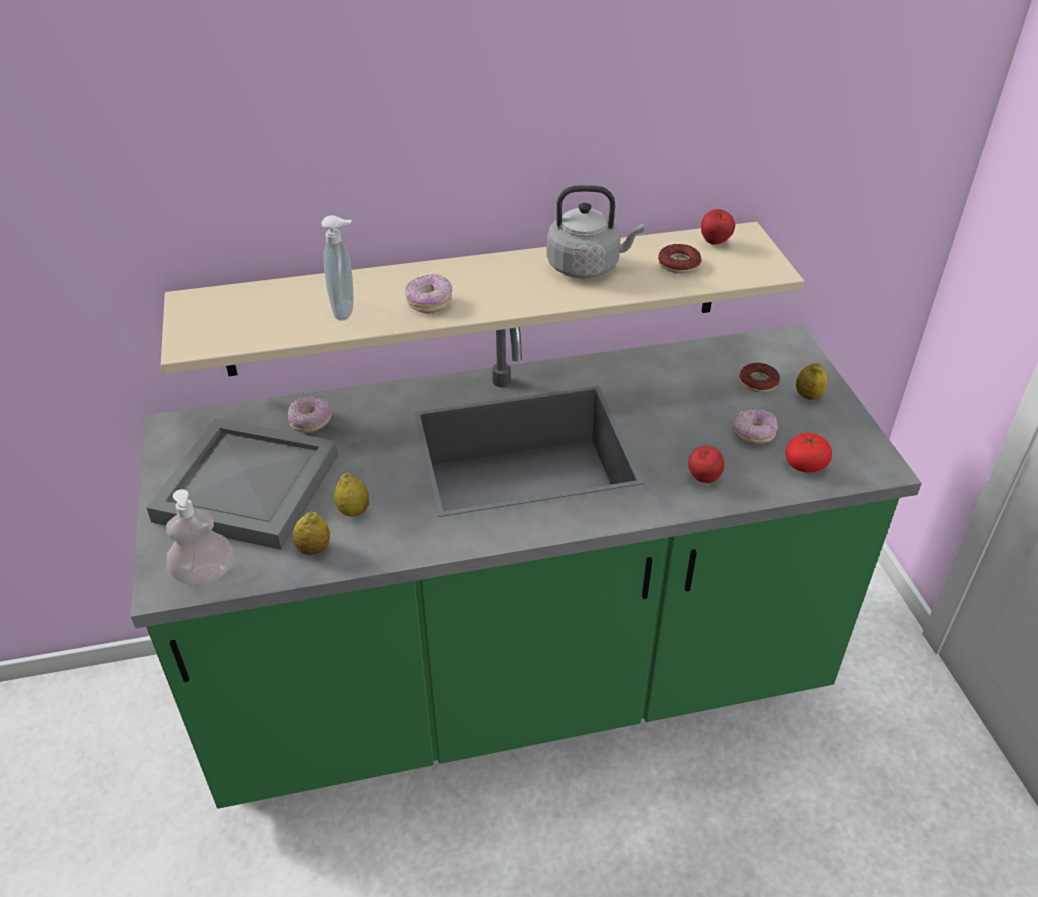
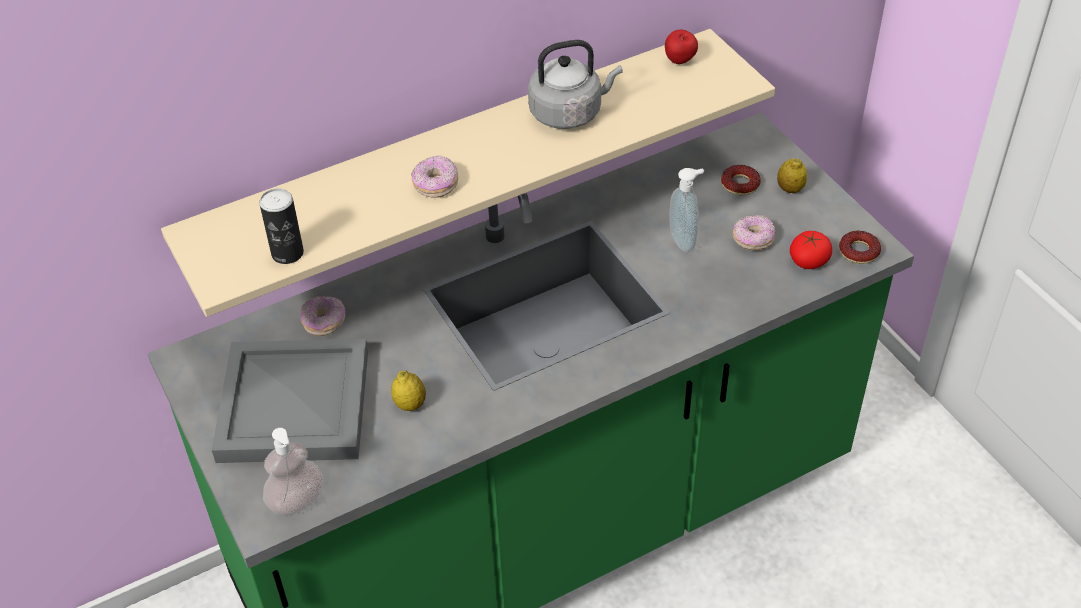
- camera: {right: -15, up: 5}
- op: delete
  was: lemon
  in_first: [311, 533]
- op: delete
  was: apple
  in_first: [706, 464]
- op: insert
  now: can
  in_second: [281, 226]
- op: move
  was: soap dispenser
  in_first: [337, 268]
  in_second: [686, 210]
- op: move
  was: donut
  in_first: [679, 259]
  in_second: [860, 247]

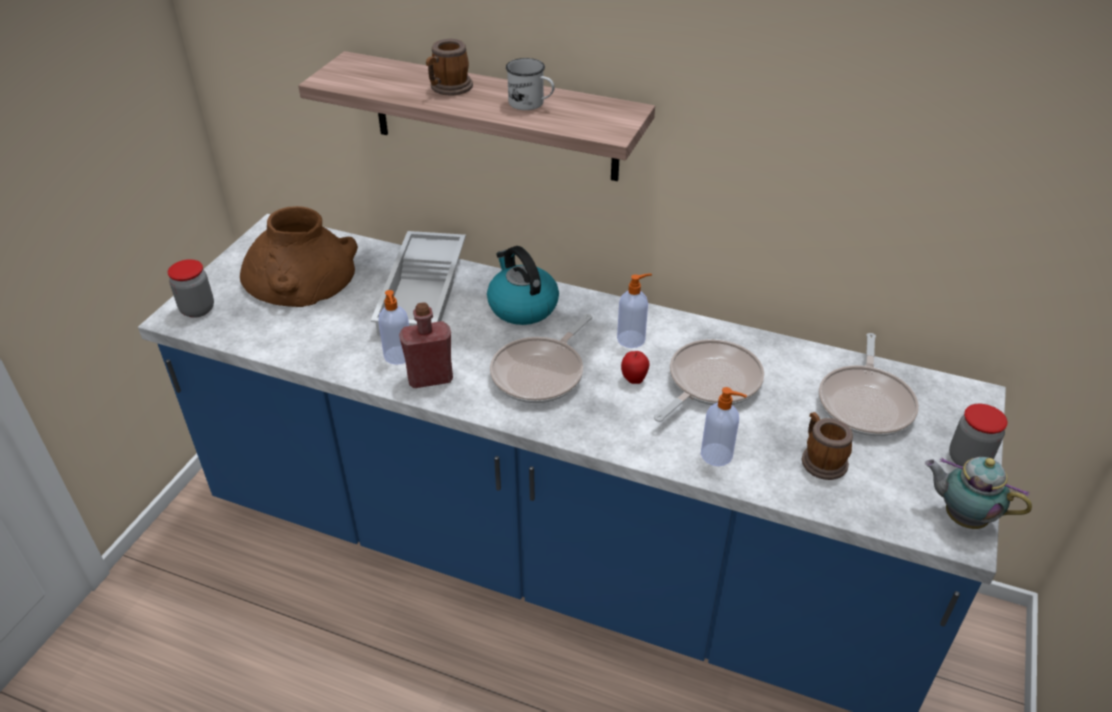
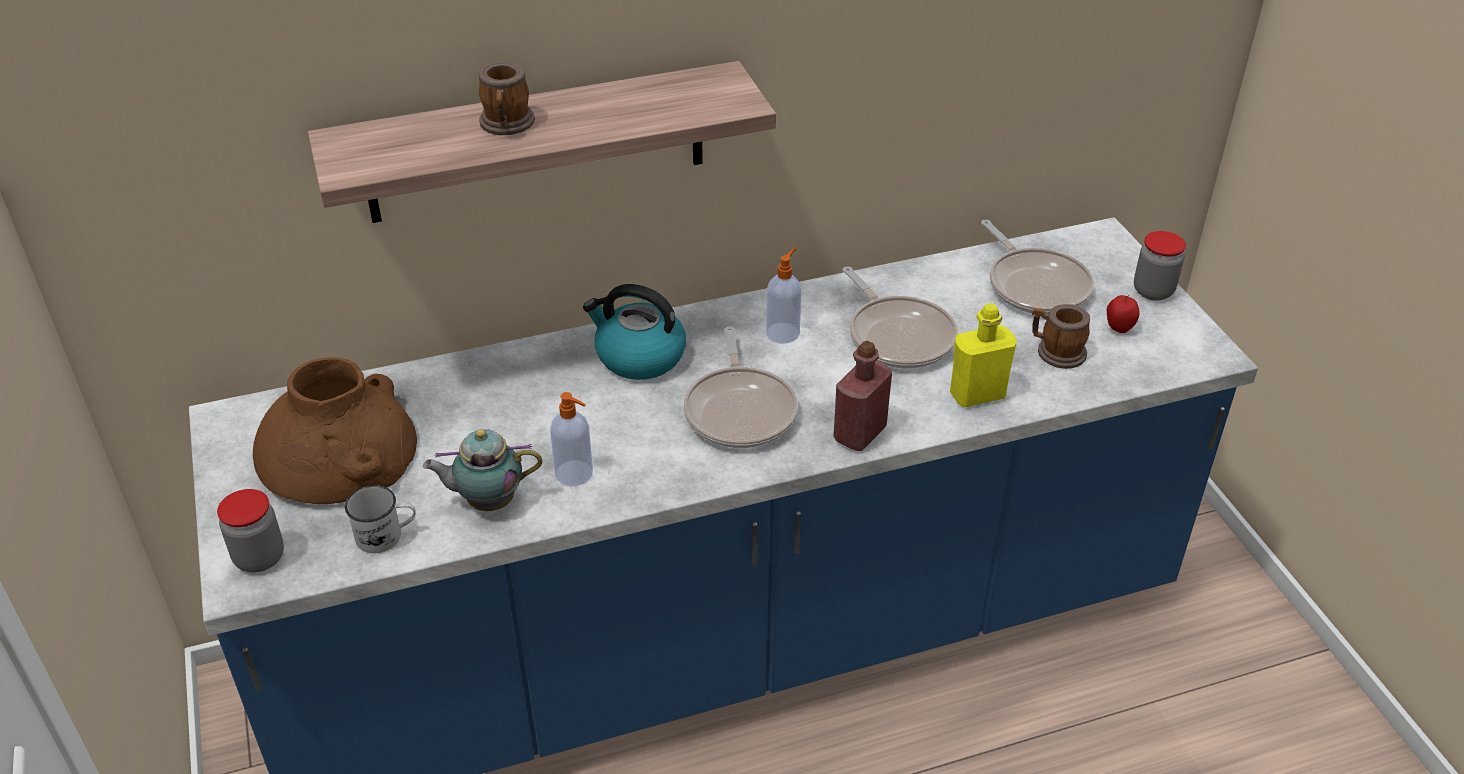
- camera: {right: -40, up: 0}
- op: delete
  was: tray (white)
  in_first: [418, 283]
- op: move
  was: bottle (red)
  in_first: [426, 345]
  in_second: [862, 396]
- op: move
  was: mug (white)
  in_first: [530, 84]
  in_second: [380, 519]
- op: move
  was: apple
  in_first: [635, 367]
  in_second: [1123, 314]
- op: move
  was: teapot
  in_first: [978, 493]
  in_second: [482, 470]
- op: replace
  was: soap dispenser
  now: bottle (yellow)
  in_first: [724, 426]
  in_second: [983, 355]
- op: rotate
  was: frying pan
  in_first: [709, 380]
  in_second: [900, 318]
  clockwise: 150

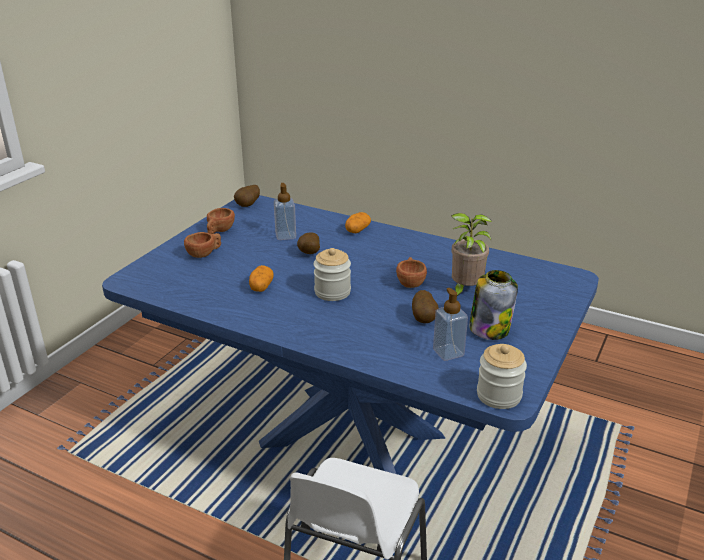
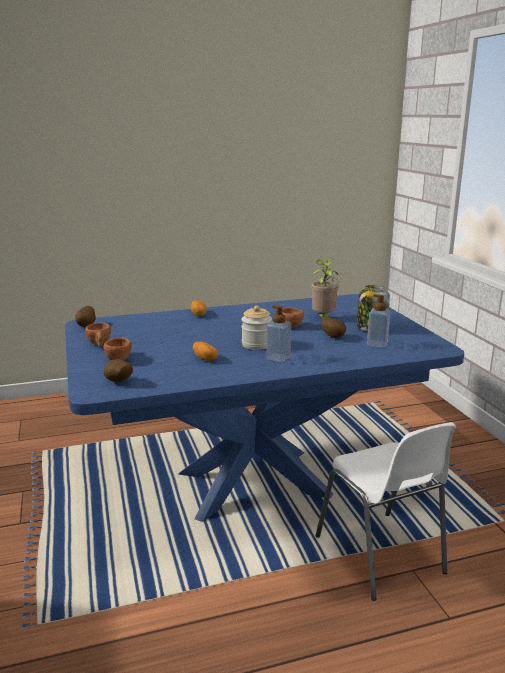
- camera: {right: -45, up: -10}
- op: delete
  was: jar
  in_first: [502, 376]
- op: move
  was: soap dispenser
  in_first: [285, 211]
  in_second: [278, 334]
- op: move
  was: potato
  in_first: [308, 243]
  in_second: [118, 370]

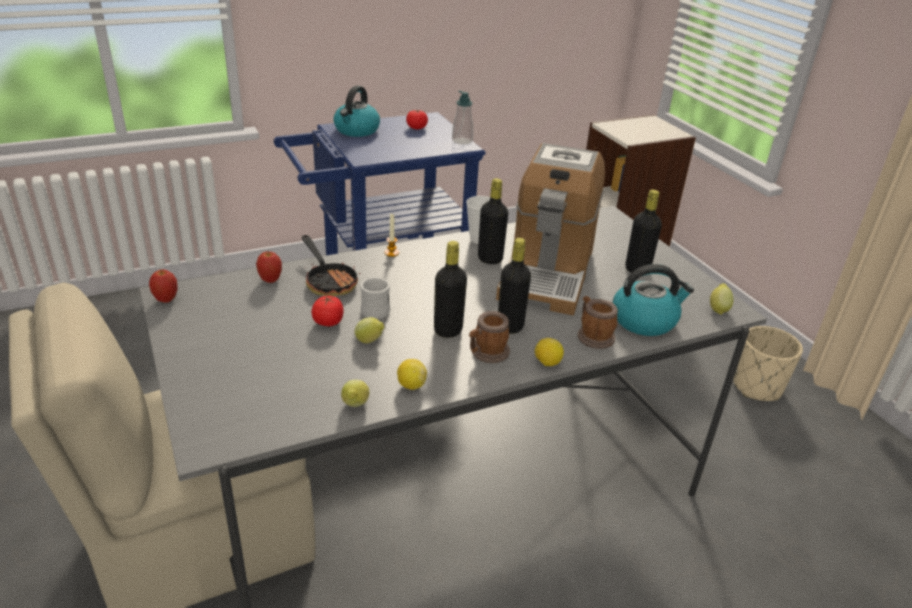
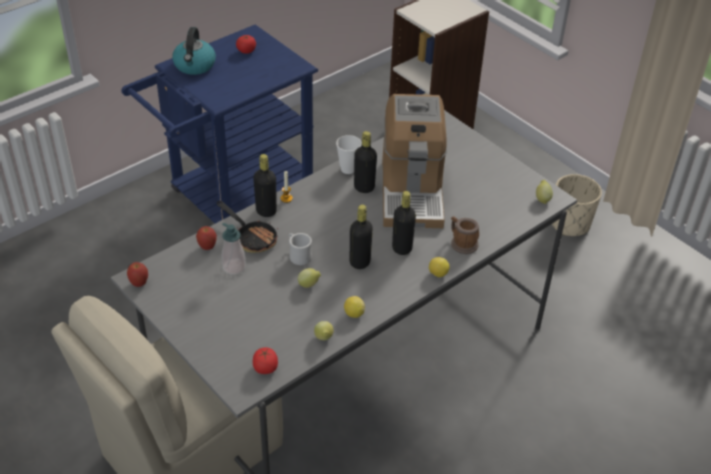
- camera: {right: -15, up: 10}
- op: delete
  was: mug
  in_first: [489, 337]
- op: delete
  was: kettle
  in_first: [653, 300]
- op: move
  was: tomato
  in_first: [327, 311]
  in_second: [265, 360]
- op: move
  was: soap dispenser
  in_first: [462, 117]
  in_second: [234, 249]
- op: move
  was: bottle (black)
  in_first: [643, 231]
  in_second: [265, 185]

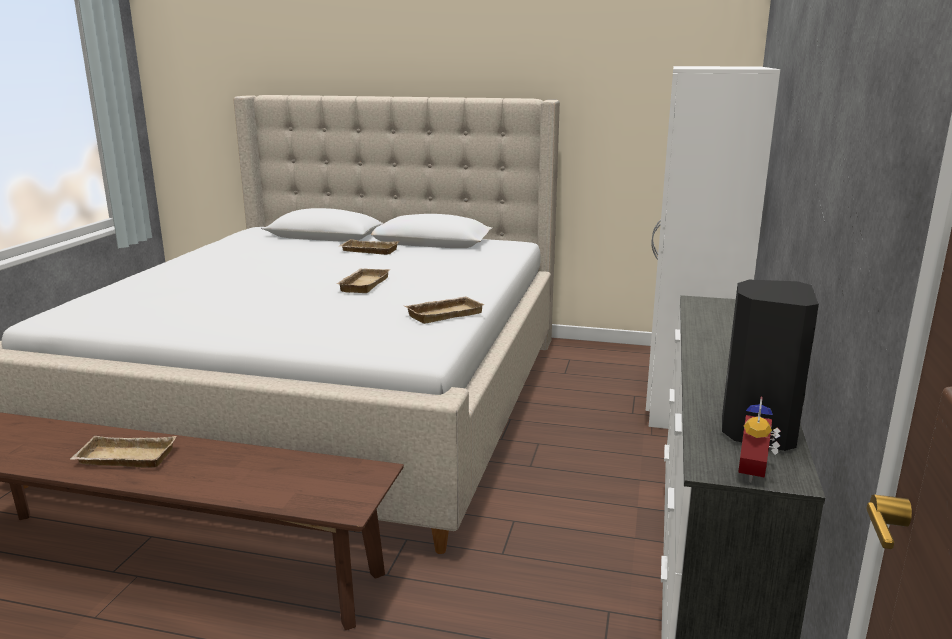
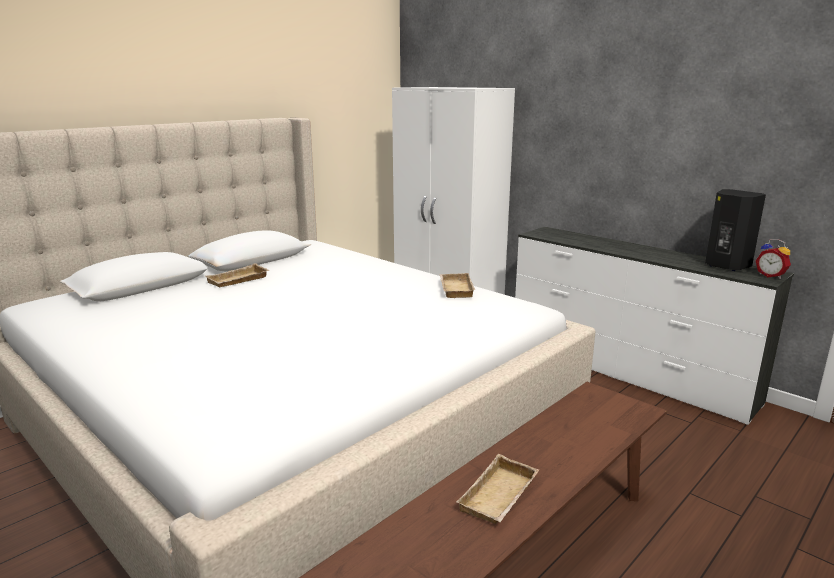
- camera: {right: -60, up: 0}
- op: delete
  was: tray (beige)
  in_first: [363, 281]

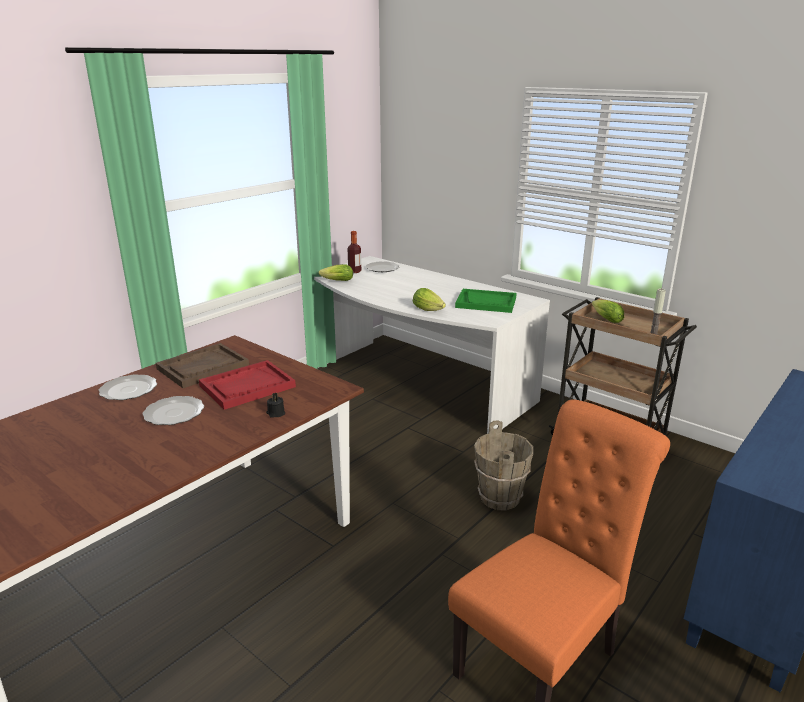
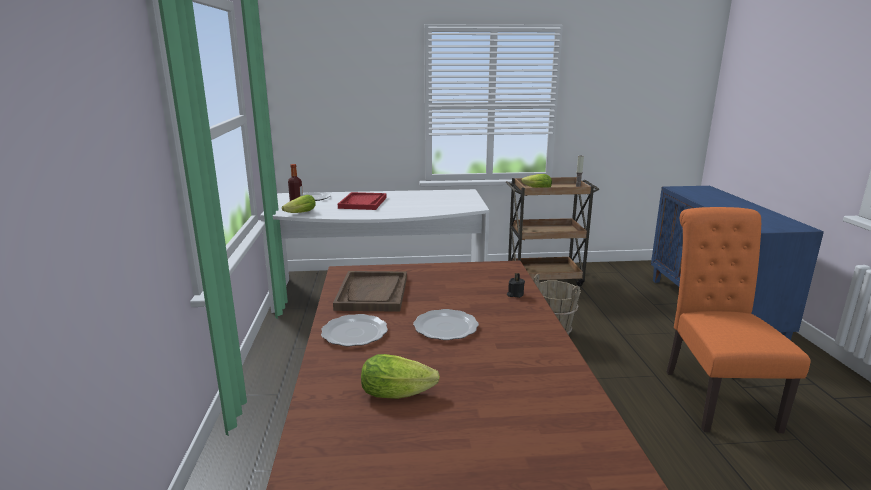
- camera: {right: -45, up: -5}
- op: delete
  was: tray (green)
  in_first: [486, 301]
- op: move
  was: tray (red)
  in_first: [247, 385]
  in_second: [362, 201]
- op: move
  was: lettuce
  in_first: [429, 299]
  in_second: [400, 376]

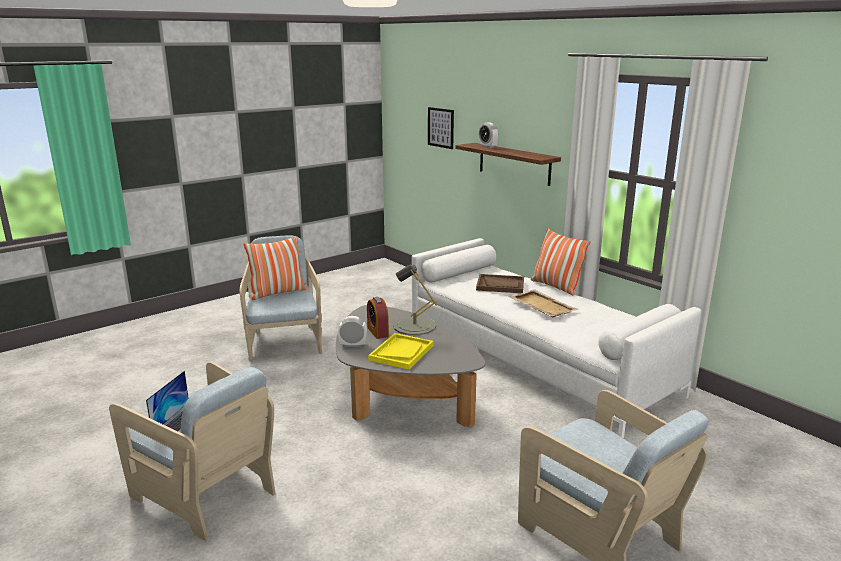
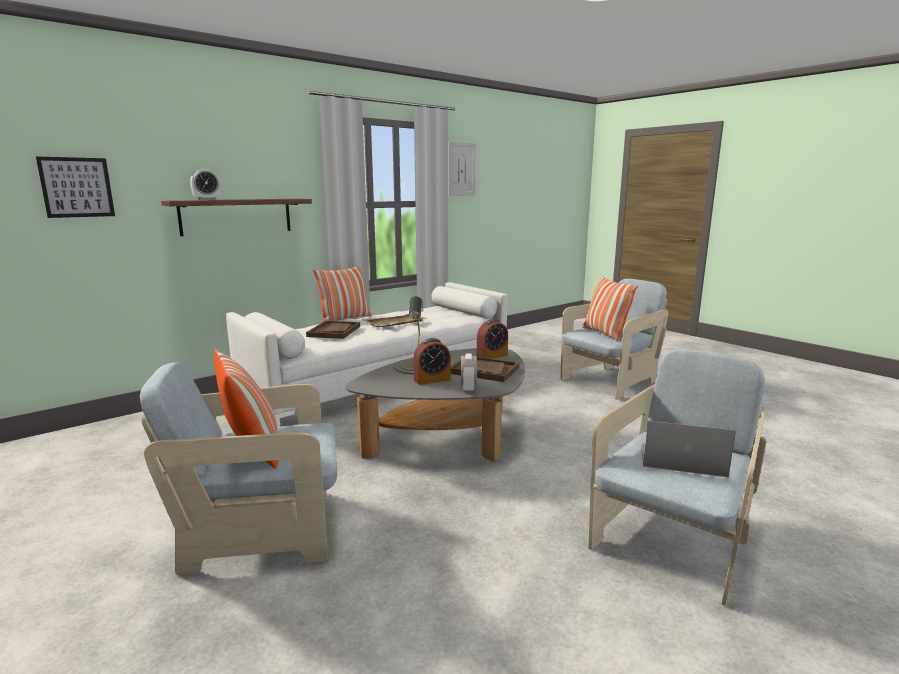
- camera: {right: -90, up: -5}
- op: insert
  now: picture
  in_second: [462, 169]
- op: insert
  now: alarm clock
  in_second: [492, 339]
- op: insert
  now: pillow
  in_second: [610, 308]
- op: recolor
  was: tray (yellow)
  now: tray (brown)
  in_first: [400, 351]
  in_second: [485, 369]

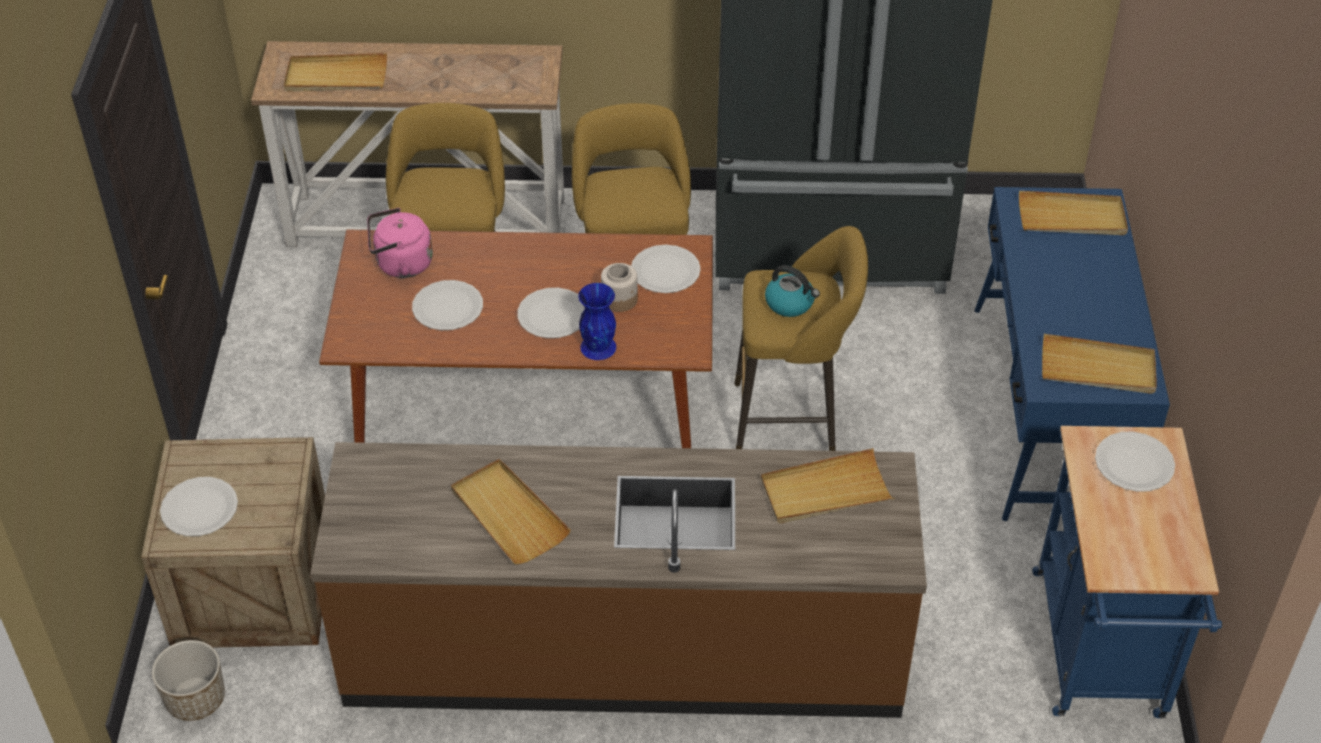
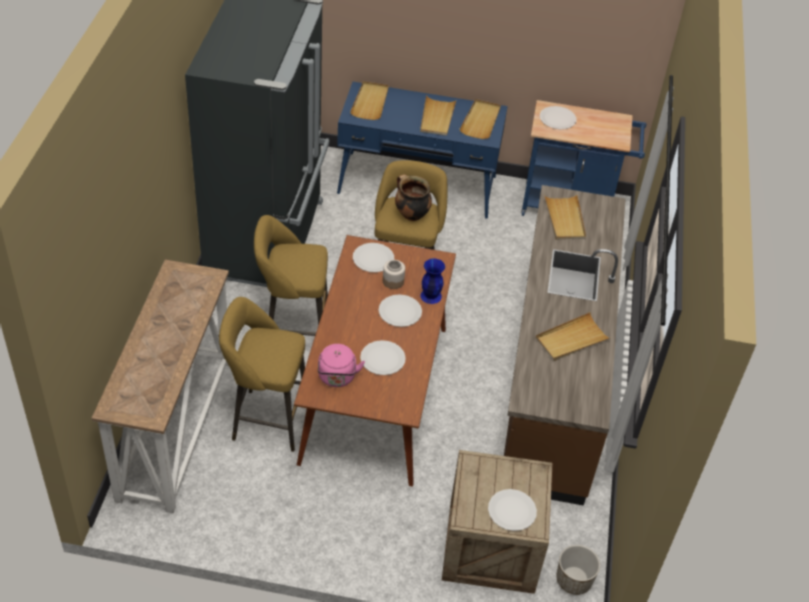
- camera: {right: -85, up: 0}
- op: move
  was: tray (beige)
  in_first: [335, 72]
  in_second: [438, 115]
- op: replace
  was: kettle
  now: cooking pot
  in_first: [792, 291]
  in_second: [413, 197]

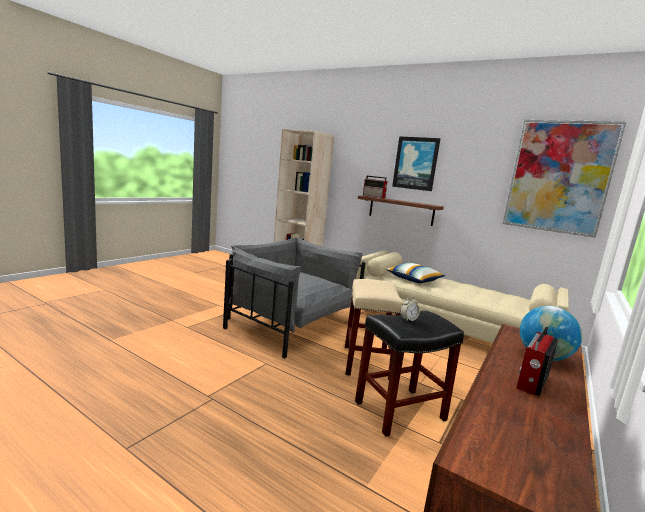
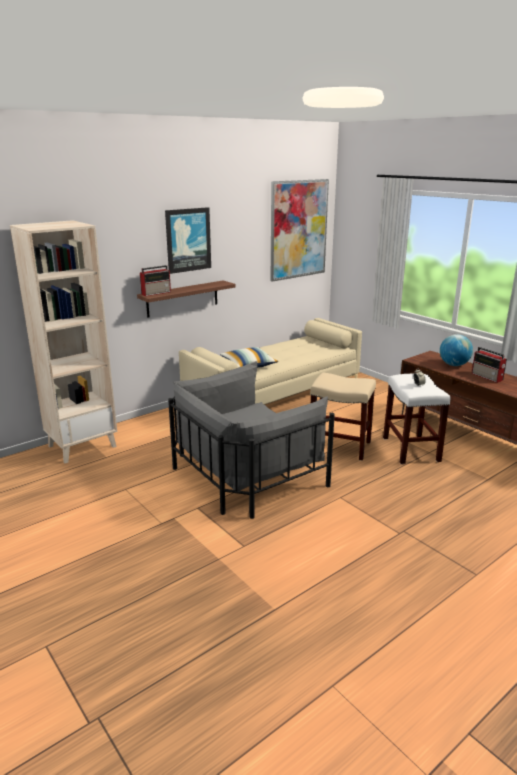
- camera: {right: -70, up: 10}
- op: recolor
  was: stool (black)
  now: stool (white)
  in_first: [409, 373]
  in_second: [416, 418]

